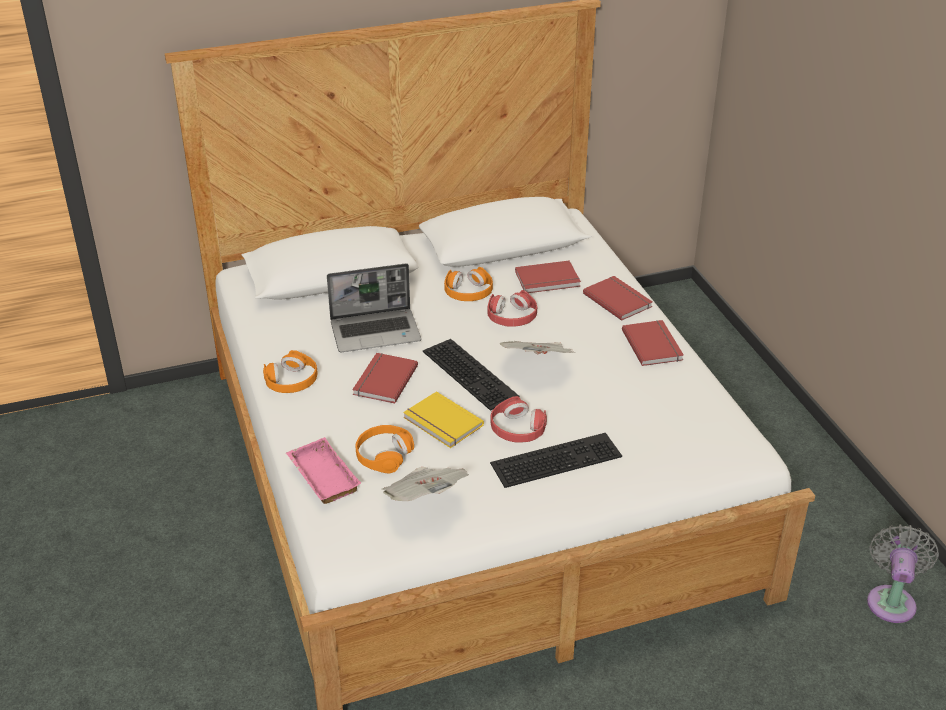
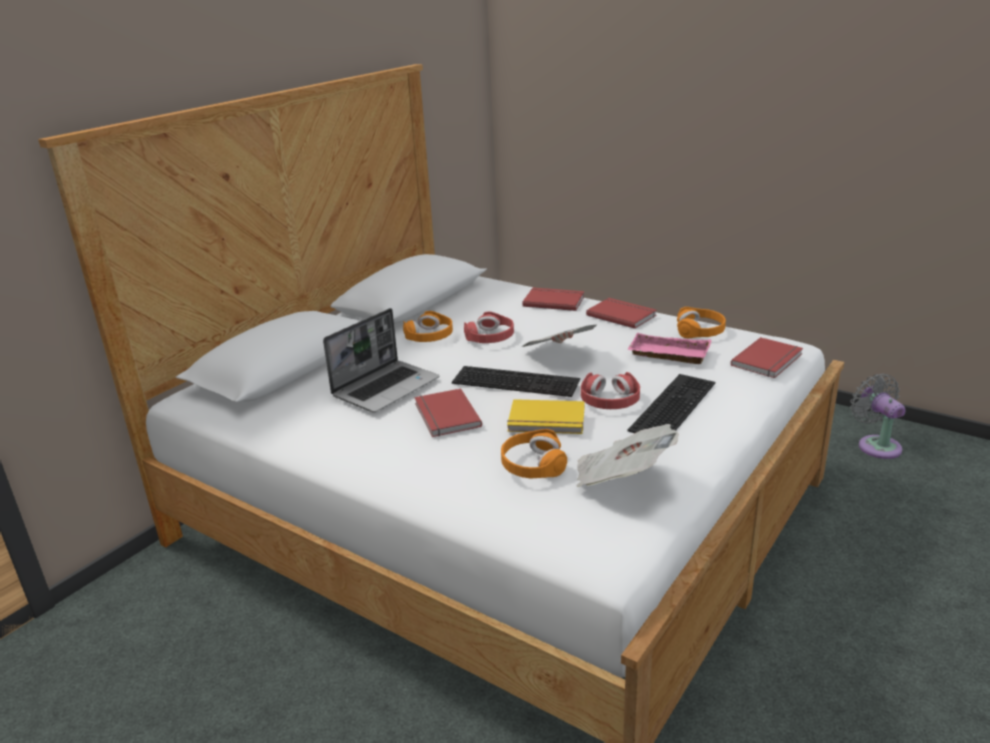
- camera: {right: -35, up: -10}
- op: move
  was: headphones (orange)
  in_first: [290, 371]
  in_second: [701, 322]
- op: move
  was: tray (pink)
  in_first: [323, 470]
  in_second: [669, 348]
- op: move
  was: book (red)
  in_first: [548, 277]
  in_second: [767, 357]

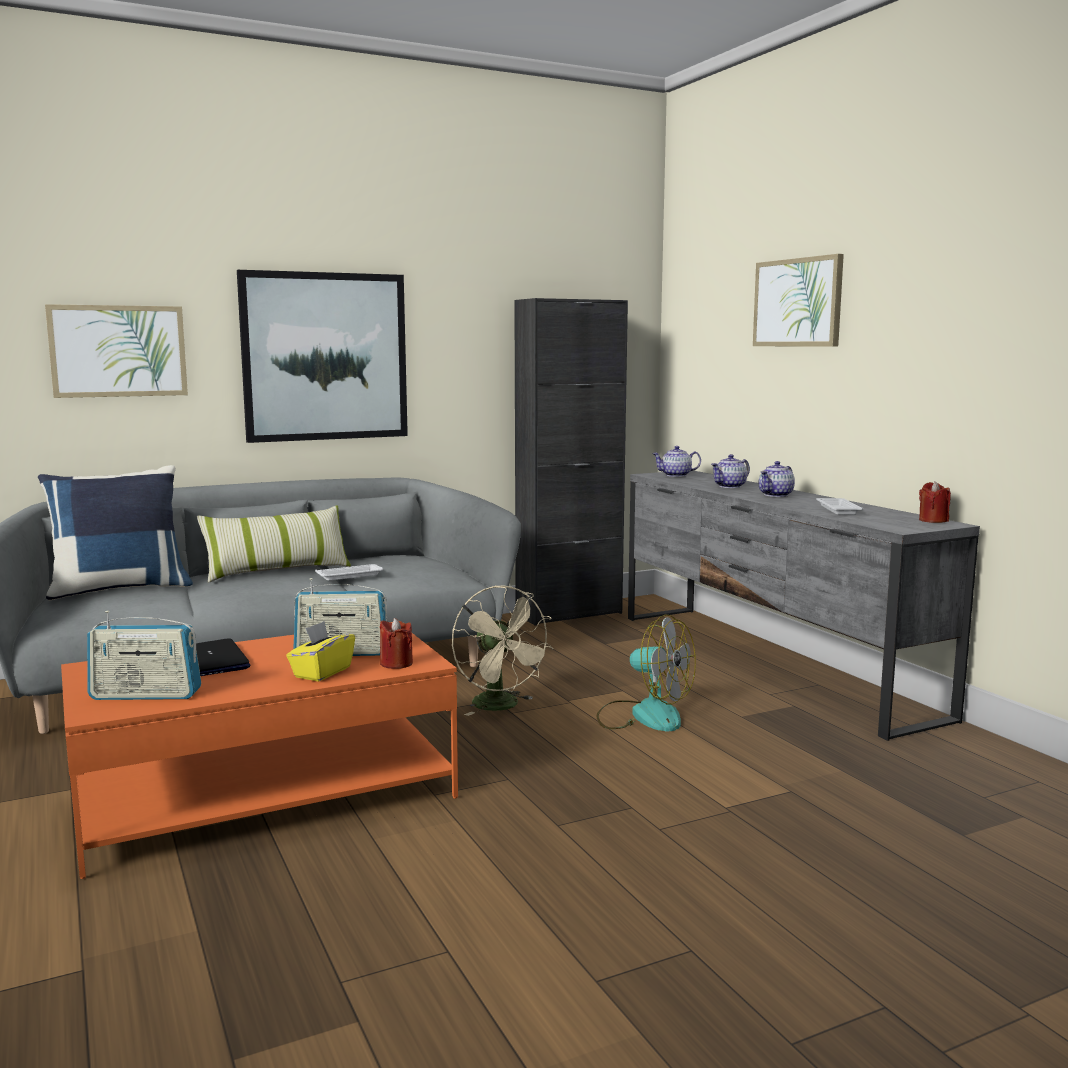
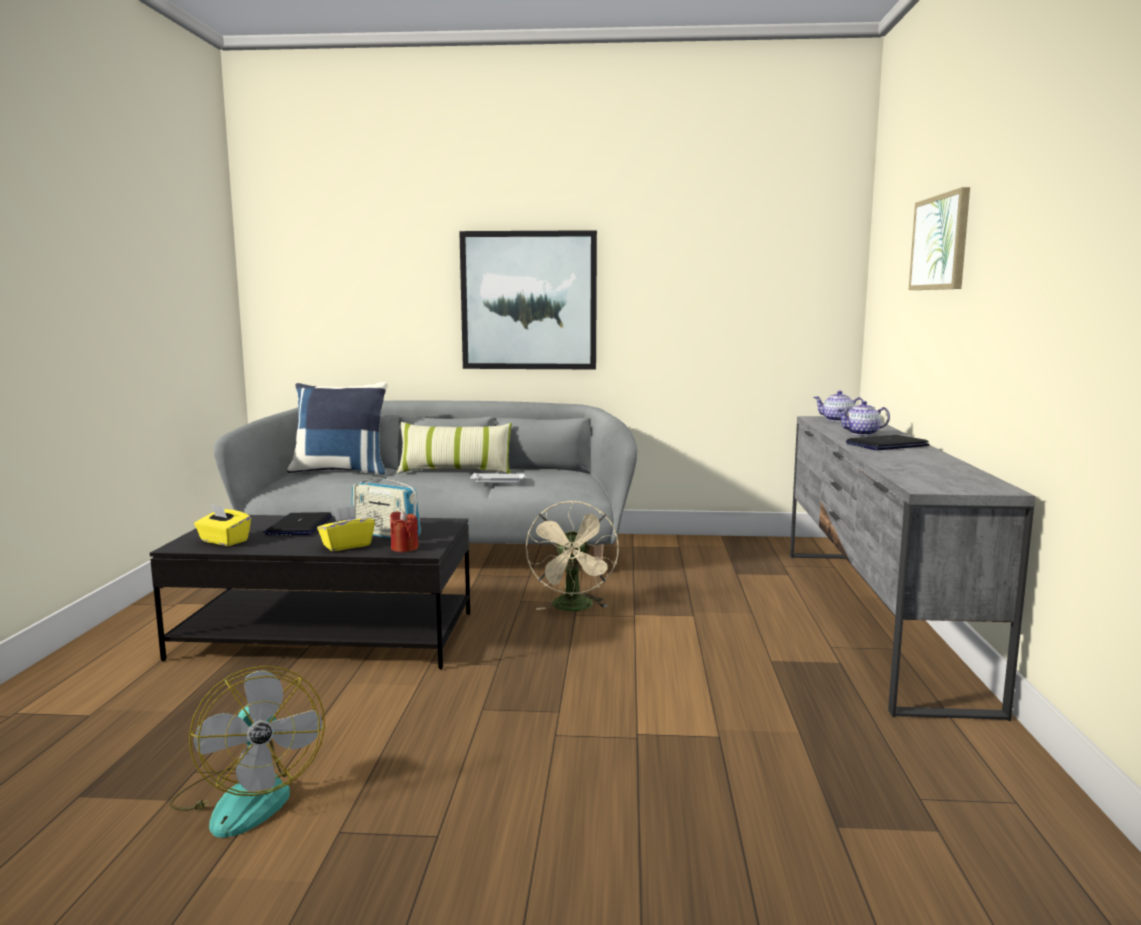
- camera: {right: 30, up: 0}
- op: delete
  was: picture
  in_first: [116, 351]
- op: delete
  was: cabinet (black)
  in_first: [571, 462]
- op: delete
  was: tray (white)
  in_first: [839, 506]
- op: delete
  was: candle (red)
  in_first: [935, 502]
- op: move
  was: fan
  in_first: [646, 672]
  in_second: [247, 752]
- op: replace
  was: radio
  now: tissue box (yellow)
  in_first: [144, 655]
  in_second: [222, 525]
- op: replace
  was: teapot
  now: laptop
  in_first: [777, 479]
  in_second: [887, 442]
- op: recolor
  was: coffee table (orange)
  now: coffee table (black)
  in_first: [259, 750]
  in_second: [310, 592]

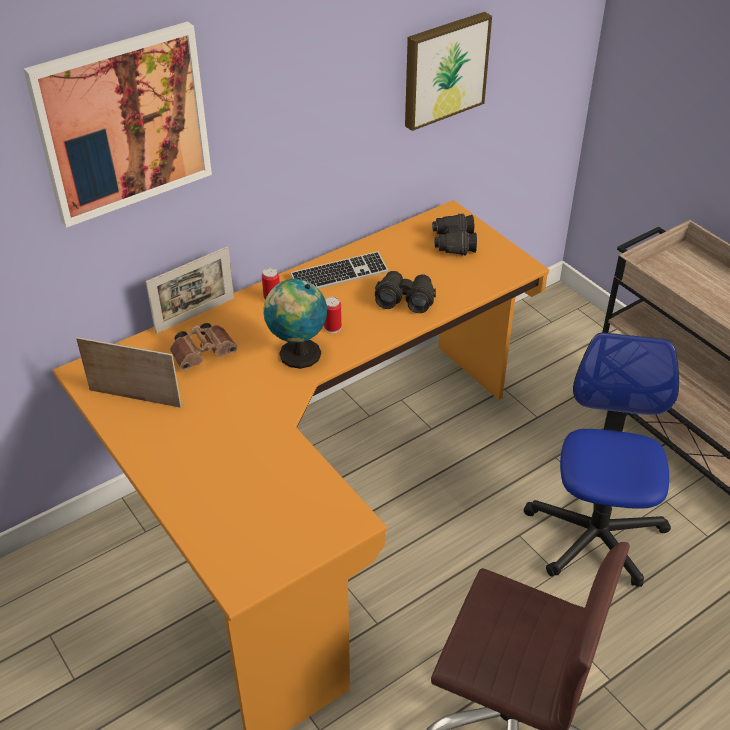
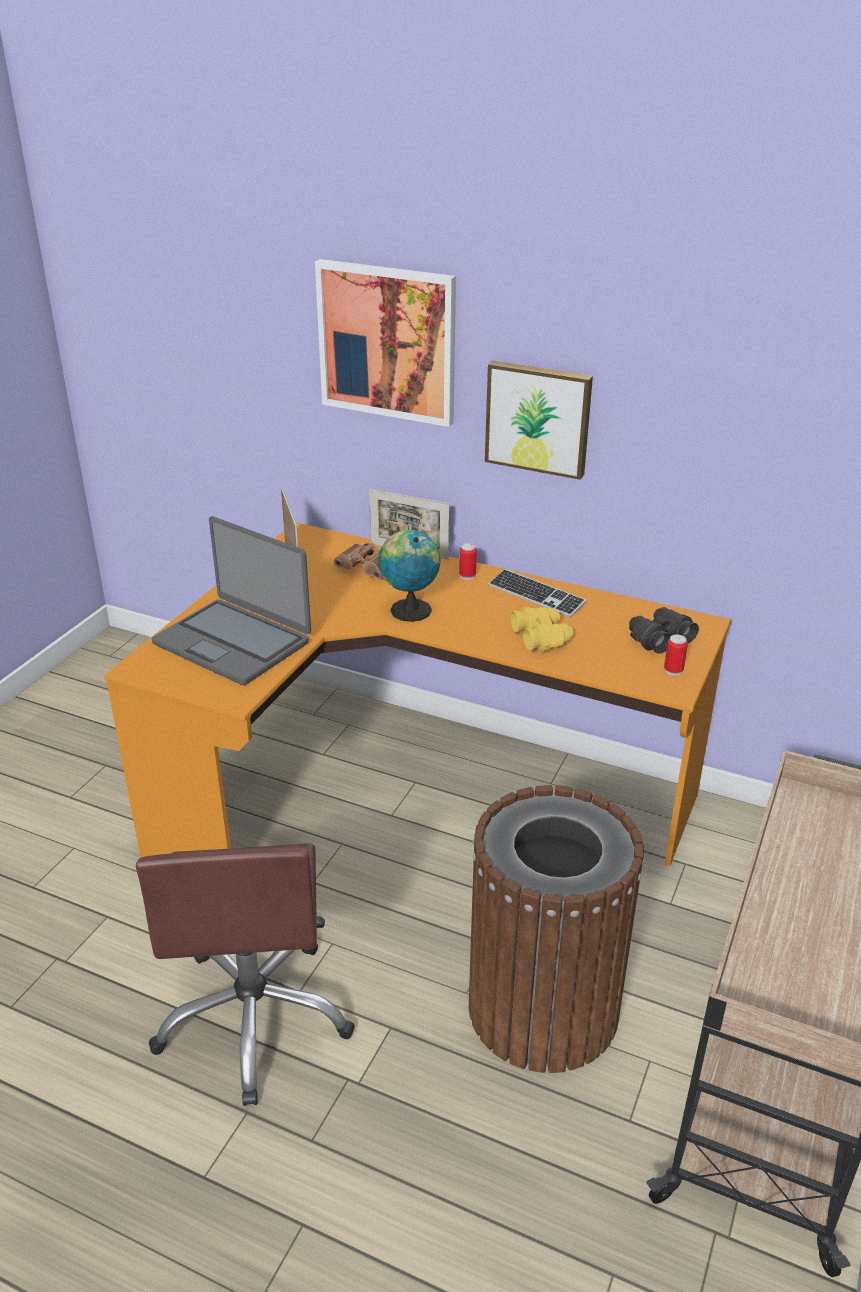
- camera: {right: 60, up: -10}
- op: insert
  now: laptop
  in_second: [231, 600]
- op: move
  was: can
  in_first: [333, 315]
  in_second: [676, 655]
- op: move
  was: picture
  in_first: [448, 71]
  in_second: [539, 420]
- op: replace
  was: office chair
  now: trash can (brown)
  in_first: [601, 459]
  in_second: [556, 929]
- op: recolor
  was: binoculars (black)
  now: binoculars (yellow)
  in_first: [405, 292]
  in_second: [542, 630]

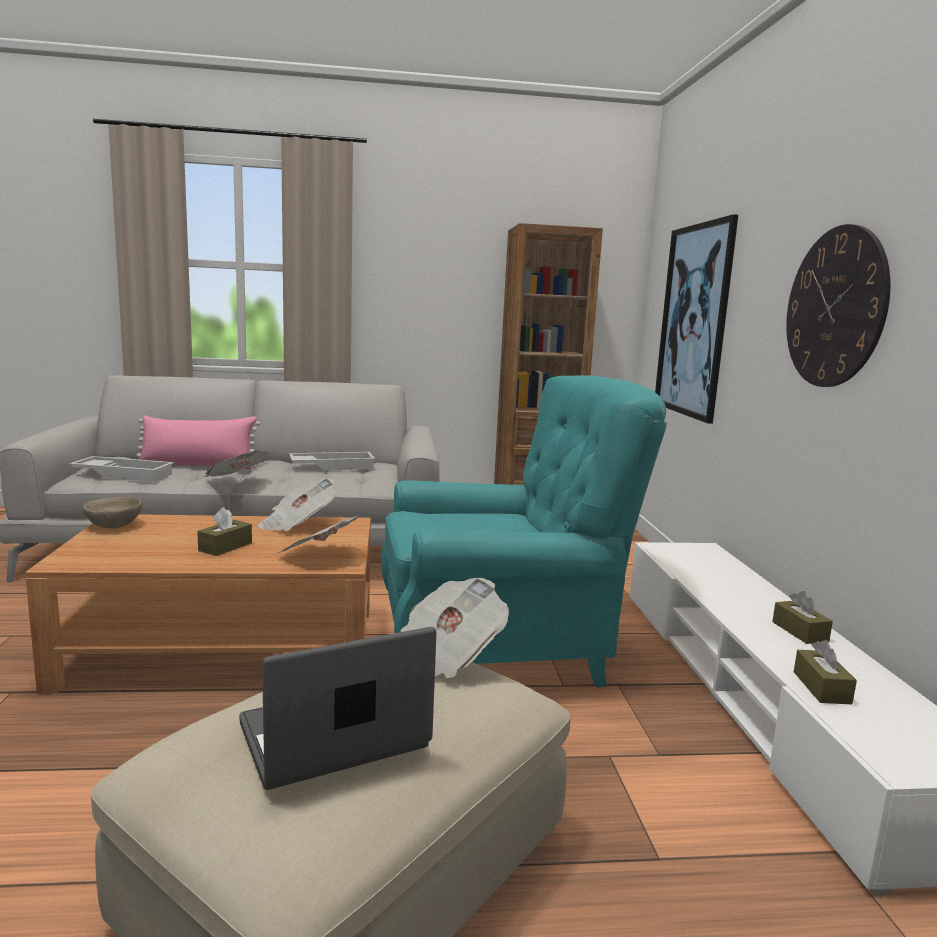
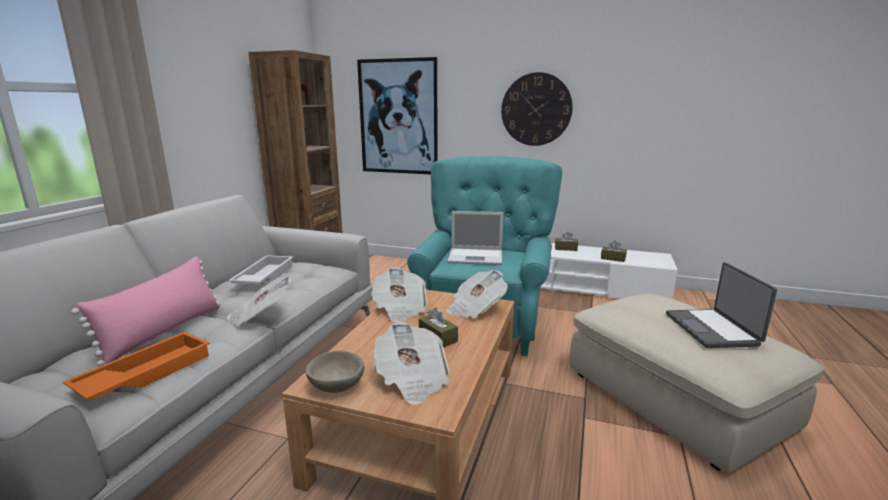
- camera: {right: -65, up: 5}
- op: insert
  now: laptop
  in_second: [475, 238]
- op: move
  was: newspaper
  in_first: [455, 628]
  in_second: [411, 363]
- op: recolor
  was: tray (white)
  now: tray (orange)
  in_first: [121, 469]
  in_second: [136, 366]

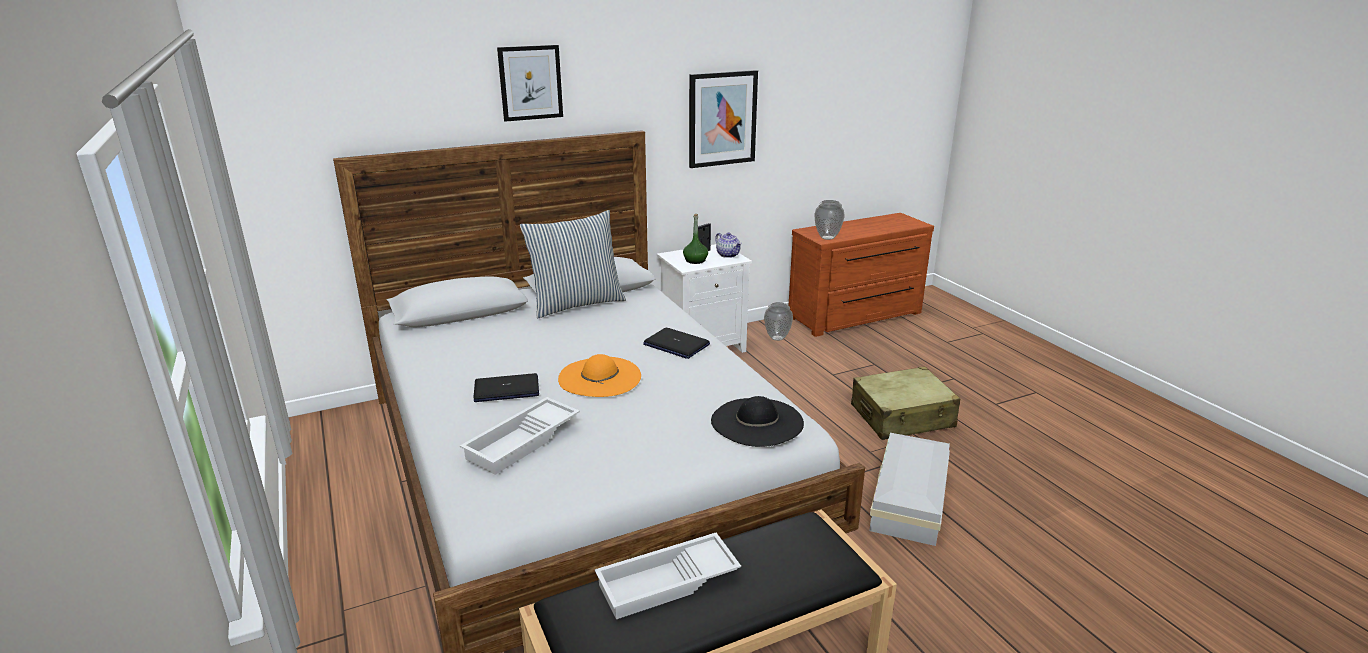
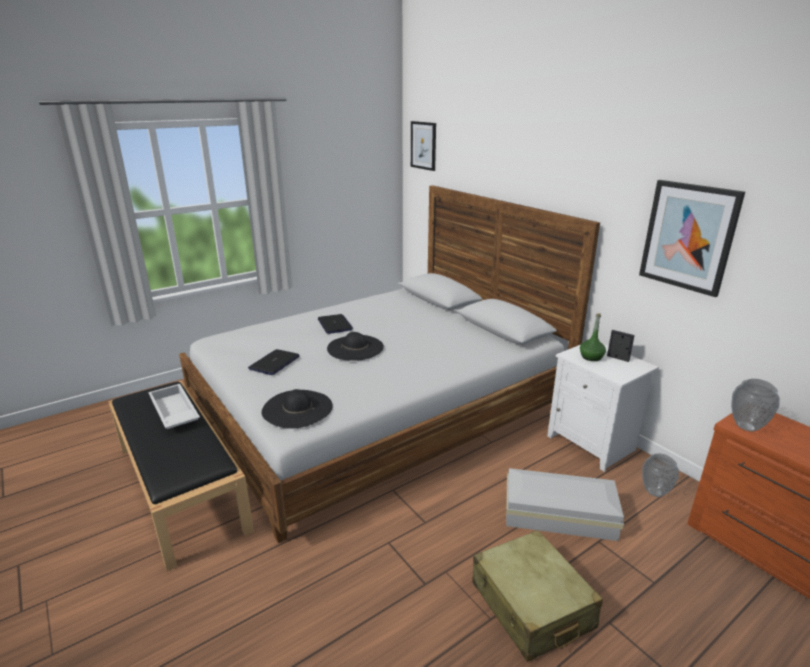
- camera: {right: 80, up: 0}
- op: delete
  was: tray (white)
  in_first: [520, 436]
- op: delete
  was: pillow
  in_first: [573, 264]
- op: delete
  was: teapot
  in_first: [728, 245]
- op: move
  was: picture
  in_first: [530, 83]
  in_second: [423, 146]
- op: move
  was: laptop
  in_first: [676, 343]
  in_second: [274, 362]
- op: move
  was: storage box (white)
  in_first: [909, 489]
  in_second: [565, 504]
- op: recolor
  was: hat (orange)
  now: hat (black)
  in_first: [599, 375]
  in_second: [355, 346]

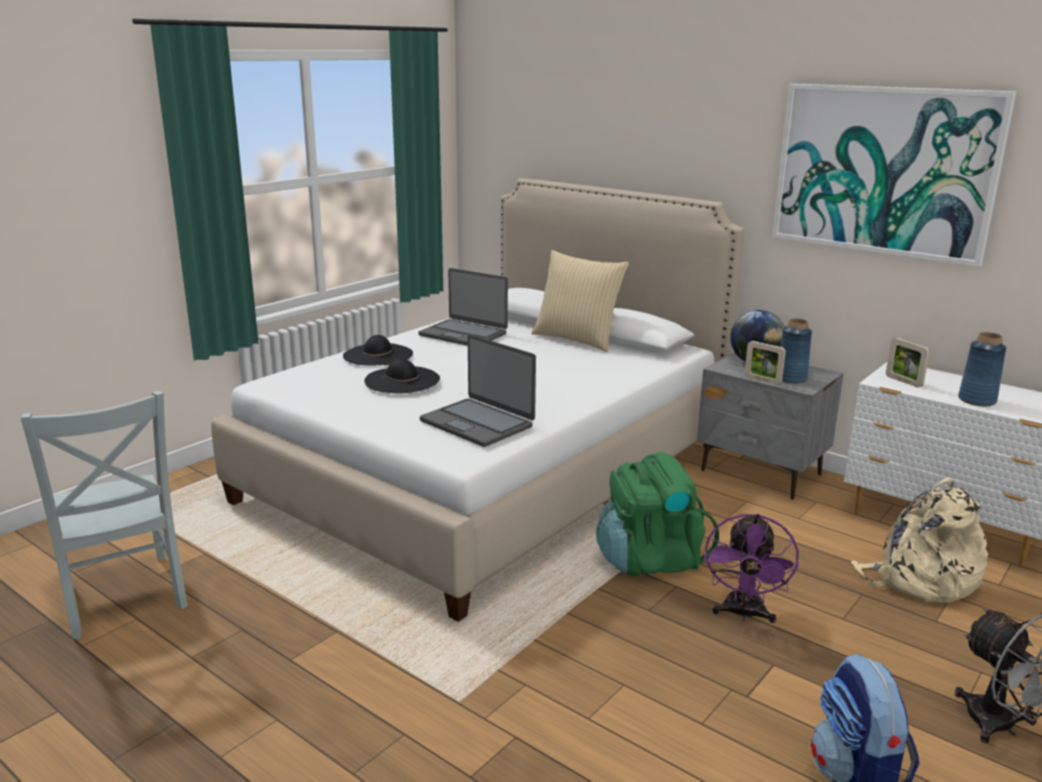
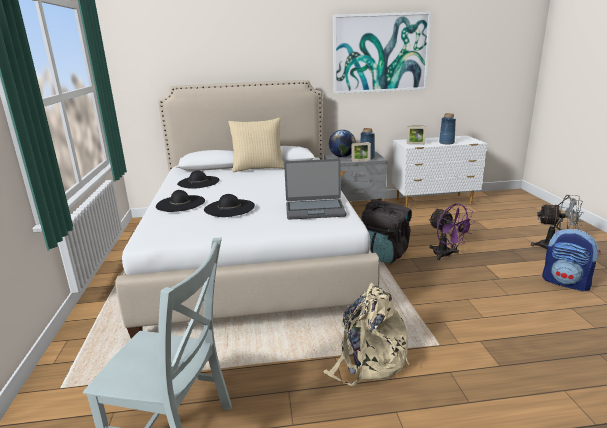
- camera: {right: -45, up: 0}
- op: move
  was: backpack (beige)
  in_first: [919, 540]
  in_second: [366, 334]
- op: replace
  was: laptop
  now: hat (black)
  in_first: [463, 307]
  in_second: [198, 180]
- op: recolor
  was: backpack (green)
  now: backpack (black)
  in_first: [657, 514]
  in_second: [386, 231]

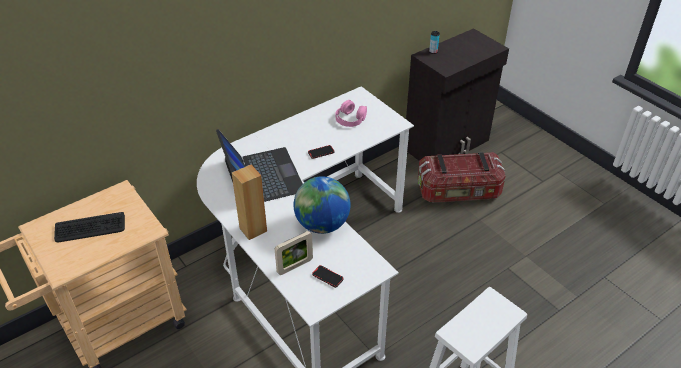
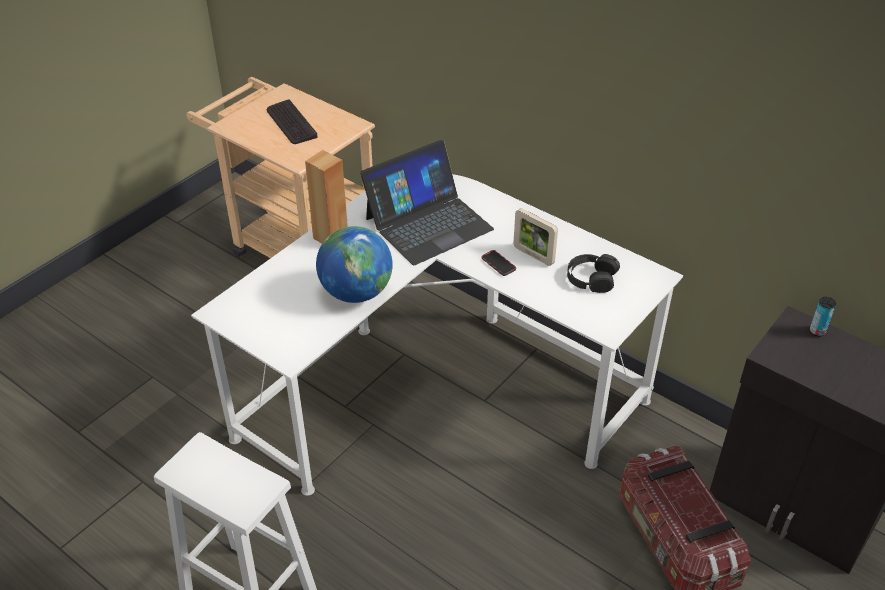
- camera: {right: 75, up: 0}
- op: delete
  was: phone
  in_first: [328, 276]
- op: move
  was: picture frame
  in_first: [294, 253]
  in_second: [535, 237]
- op: recolor
  was: headphones (pink)
  now: headphones (black)
  in_first: [351, 113]
  in_second: [593, 273]

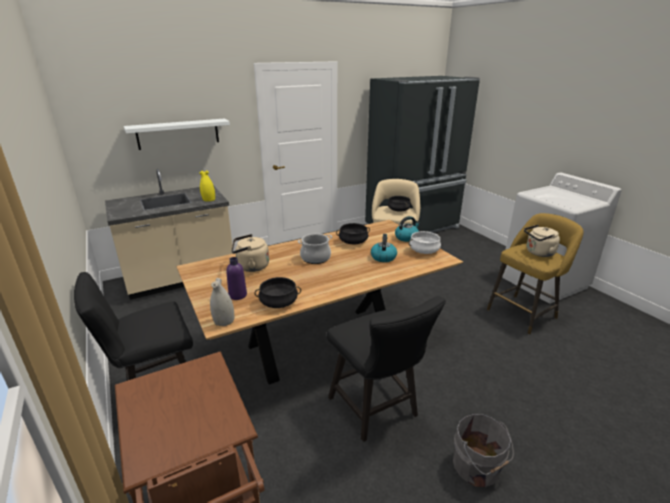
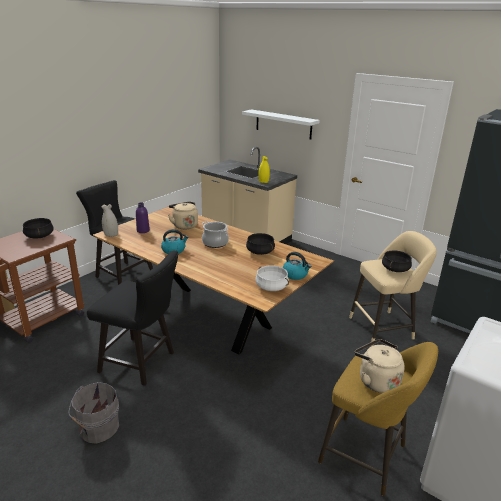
- camera: {right: 65, up: 0}
- op: move
  was: cooking pot (black)
  in_first: [277, 292]
  in_second: [38, 228]
- op: move
  was: kettle
  in_first: [384, 248]
  in_second: [175, 241]
- op: rotate
  was: chair (black)
  in_first: [386, 369]
  in_second: [132, 318]
  clockwise: -105

